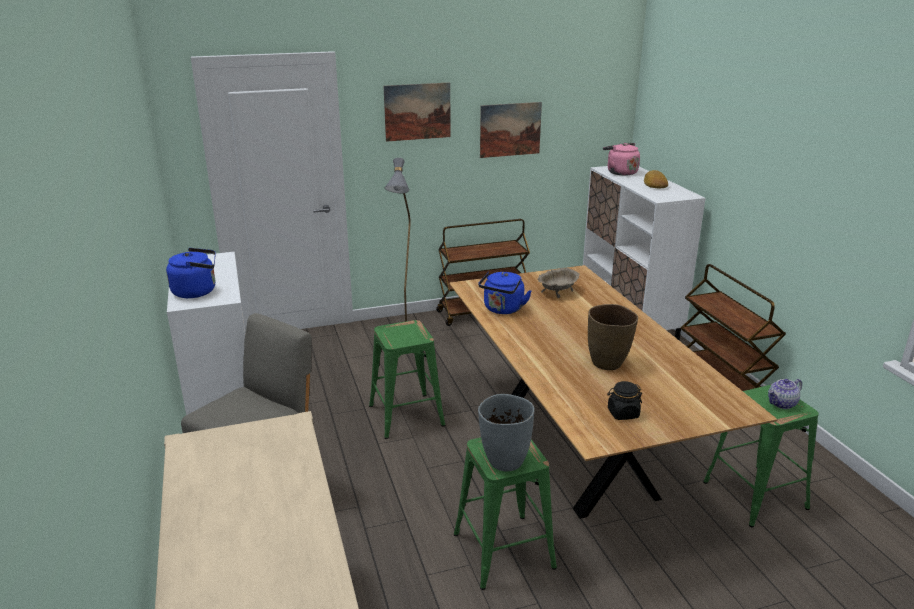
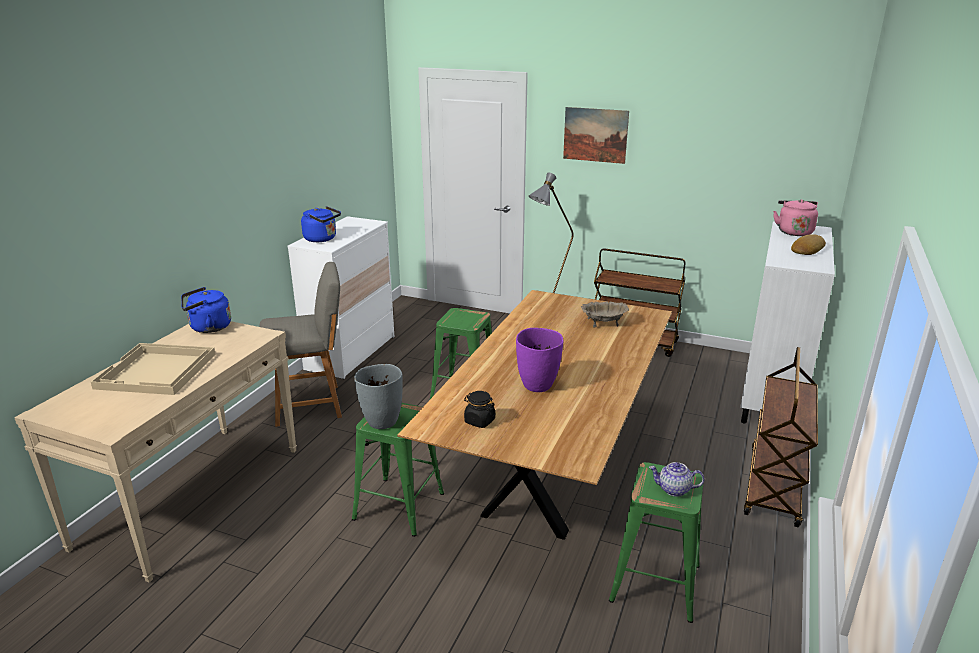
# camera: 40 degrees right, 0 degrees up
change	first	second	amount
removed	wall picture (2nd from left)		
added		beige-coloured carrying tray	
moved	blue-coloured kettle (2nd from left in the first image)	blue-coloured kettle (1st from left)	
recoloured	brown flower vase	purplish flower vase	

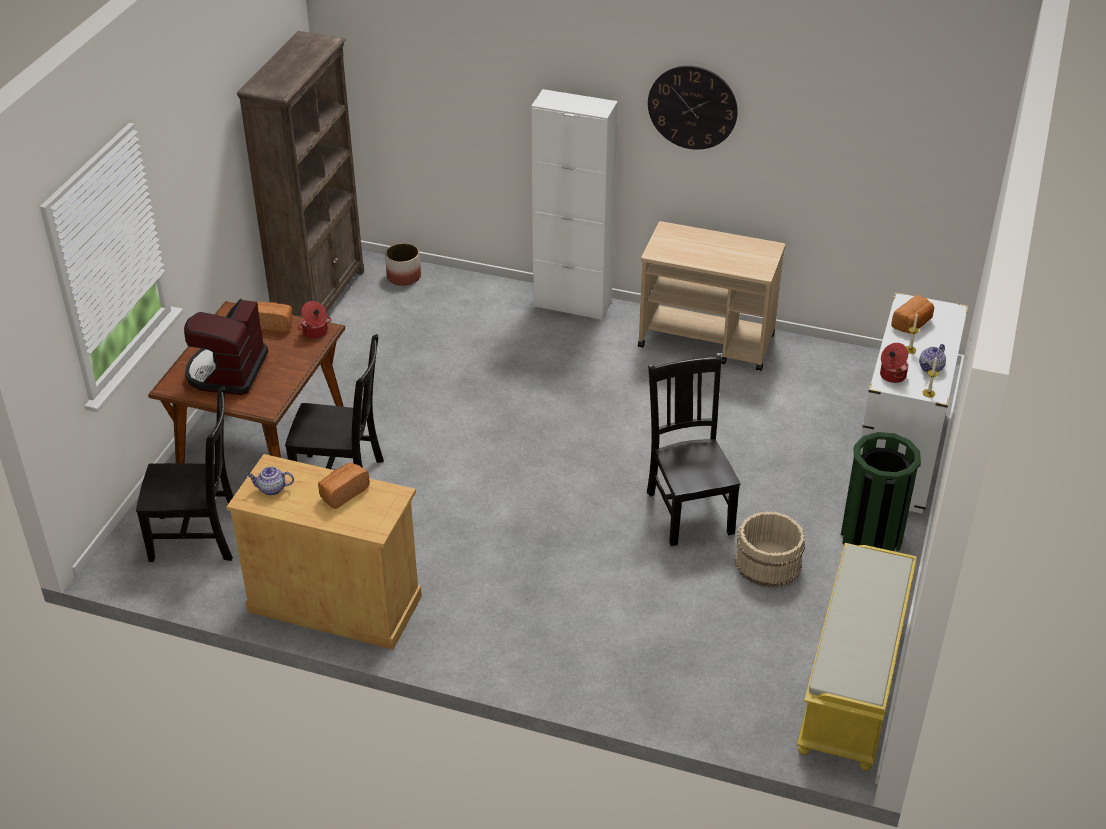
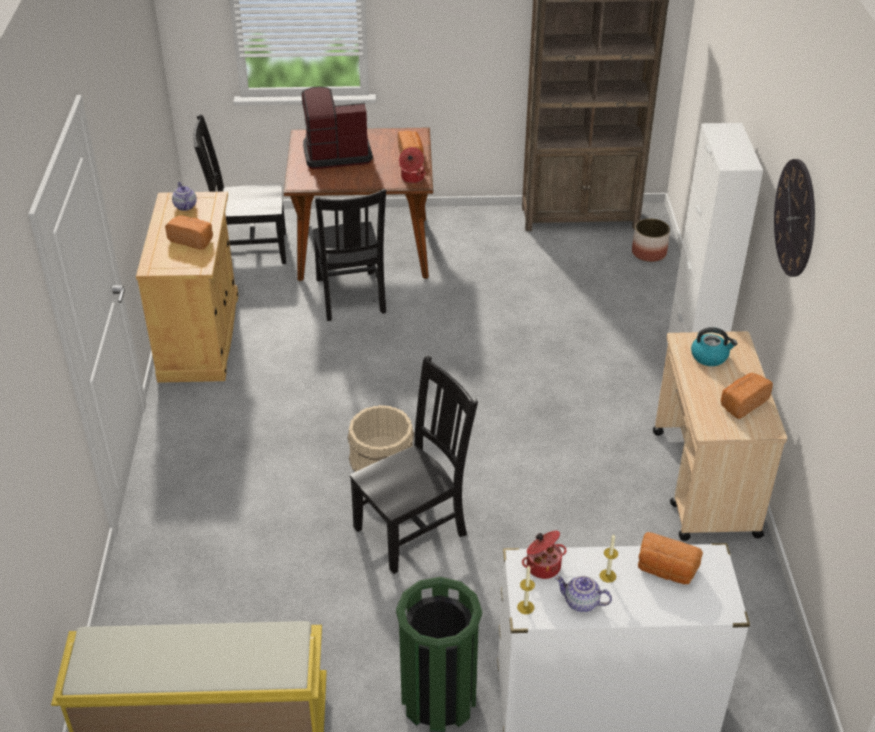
# camera: 70 degrees right, 0 degrees up
change	first	second	amount
added		kettle	
added		bread (4th from left)	
moved	beige-coloured pail		
turned	blackish chair (1st from left)		105 degrees clockwise

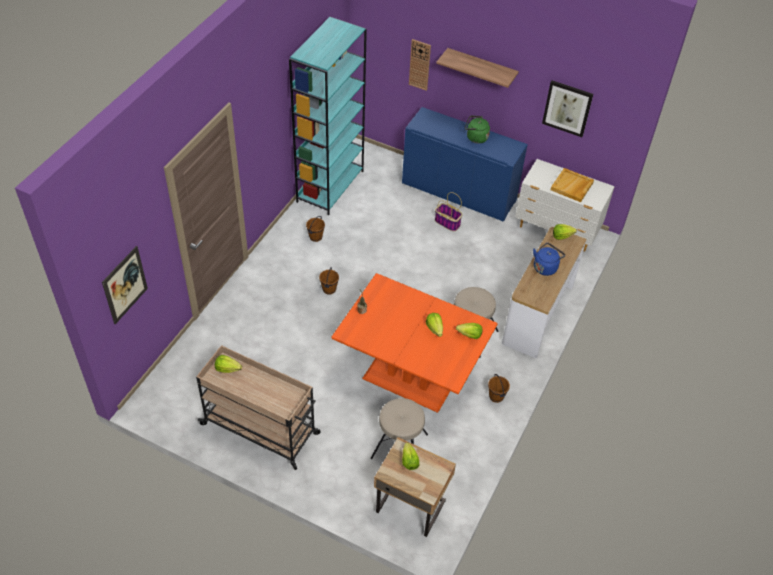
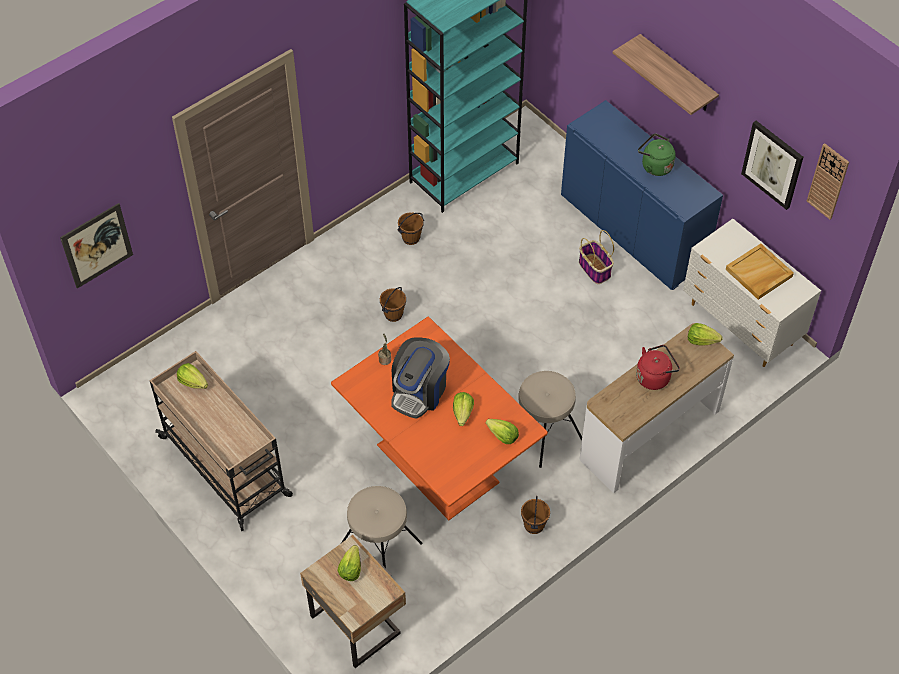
# camera: 25 degrees right, 5 degrees up
change	first	second	amount
added		coffee brewer	
moved	wall clock		
recoloured	blue-coloured kettle	red-coloured kettle	

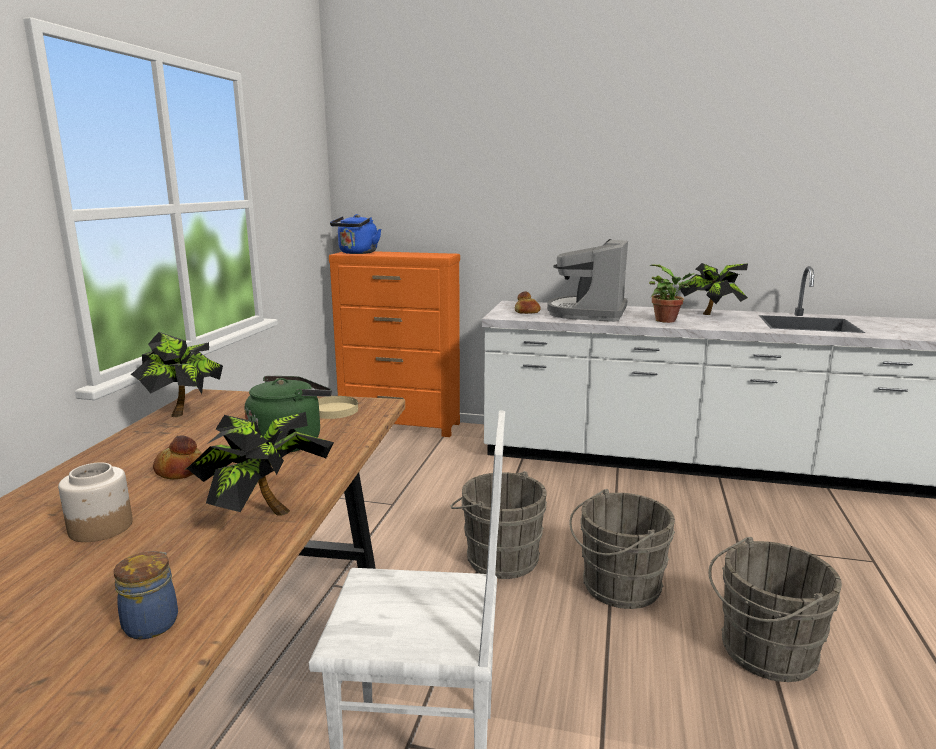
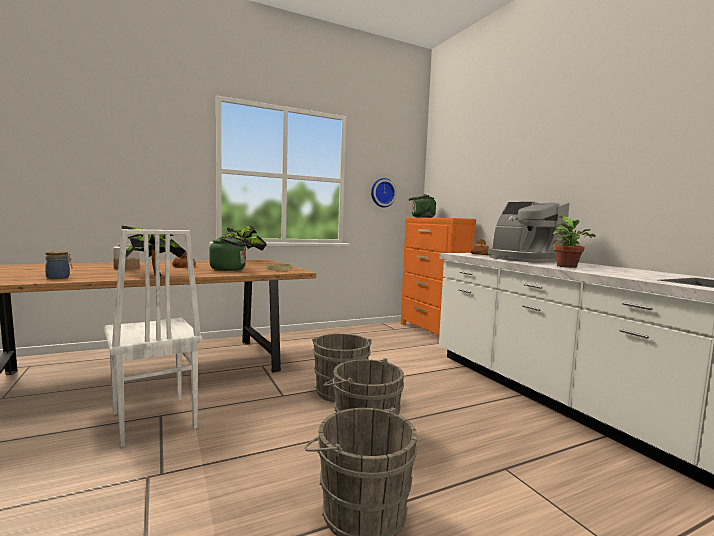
# camera: 50 degrees right, 10 degrees down
change	first	second	amount
removed	potted plant (4th from left)		
added		wall clock	
recoloured	blue-coloured kettle	green kettle (2nd from left)	
turned	coffee brewer		105 degrees counterclockwise

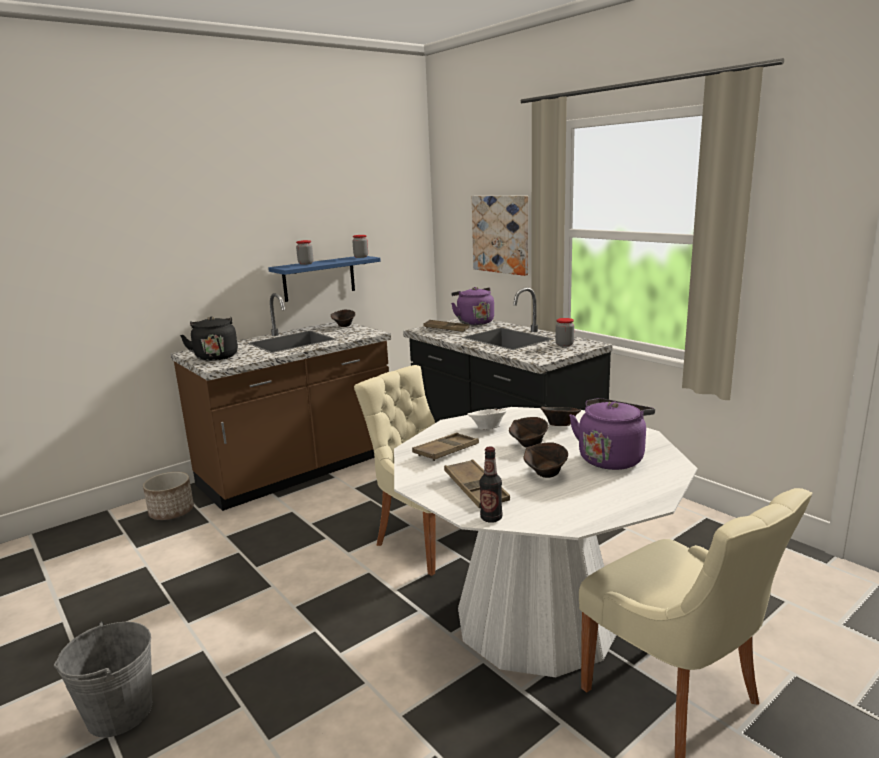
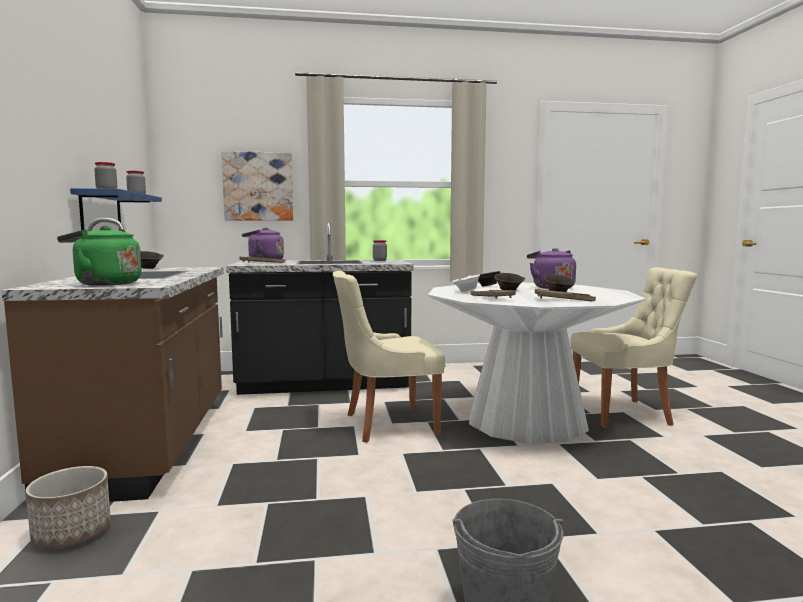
# camera: 60 degrees left, 10 degrees down
change	first	second	amount
removed	beverage bottle		
recoloured	blackish kettle	green kettle	

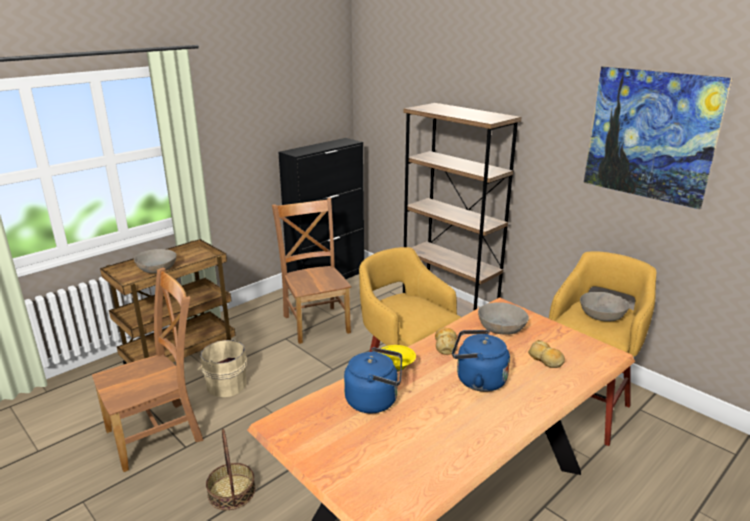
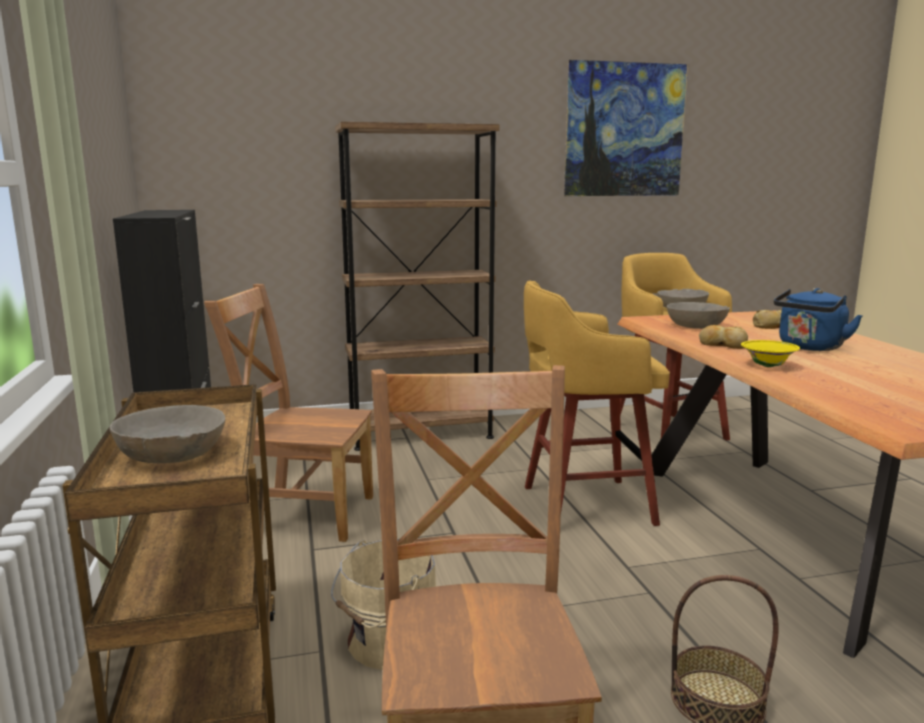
# camera: 60 degrees left, 10 degrees down
change	first	second	amount
removed	blue-coloured kettle (1st from left)		

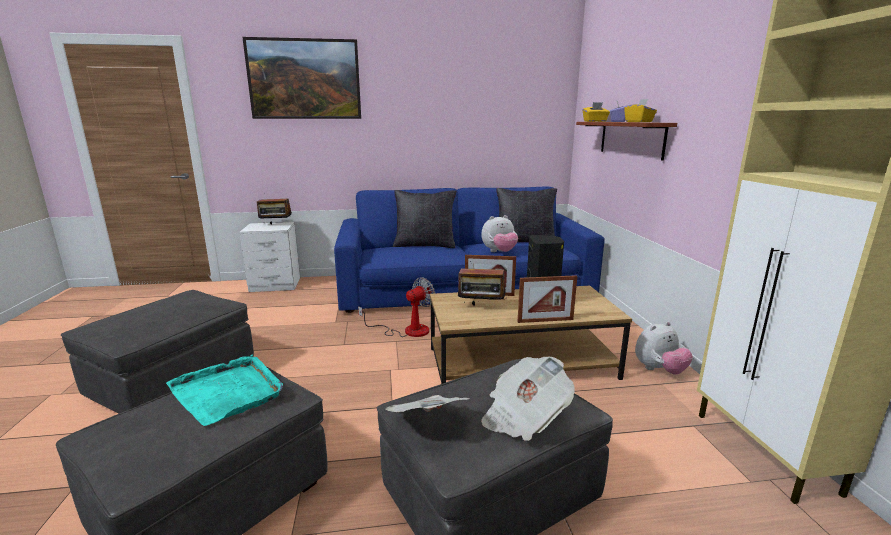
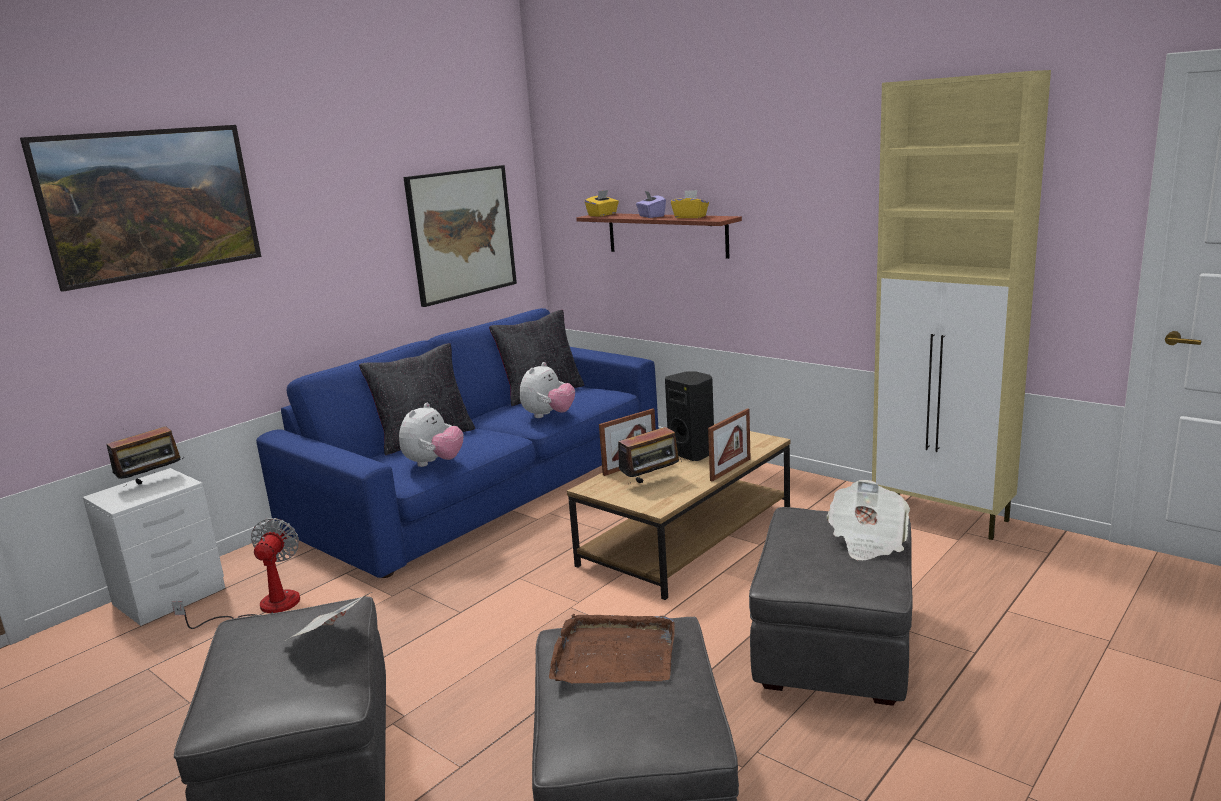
# camera: 40 degrees left, 0 degrees up
change	first	second	amount
added		wall picture (2nd from left)	
moved	cooling fan		
moved	daily paper (1st from left)		
moved	cuddly toy (2nd from left in the first image)	cuddly toy (1st from left)	
recoloured	turquoise-coloured carrying tray	brown carrying tray	

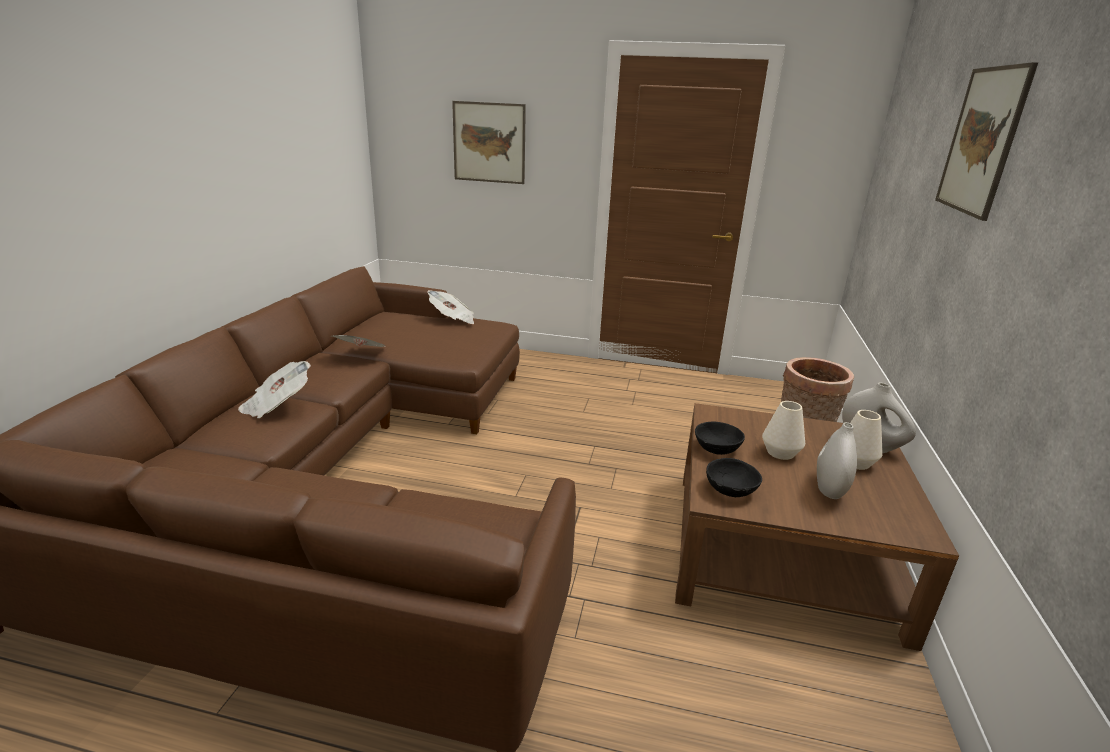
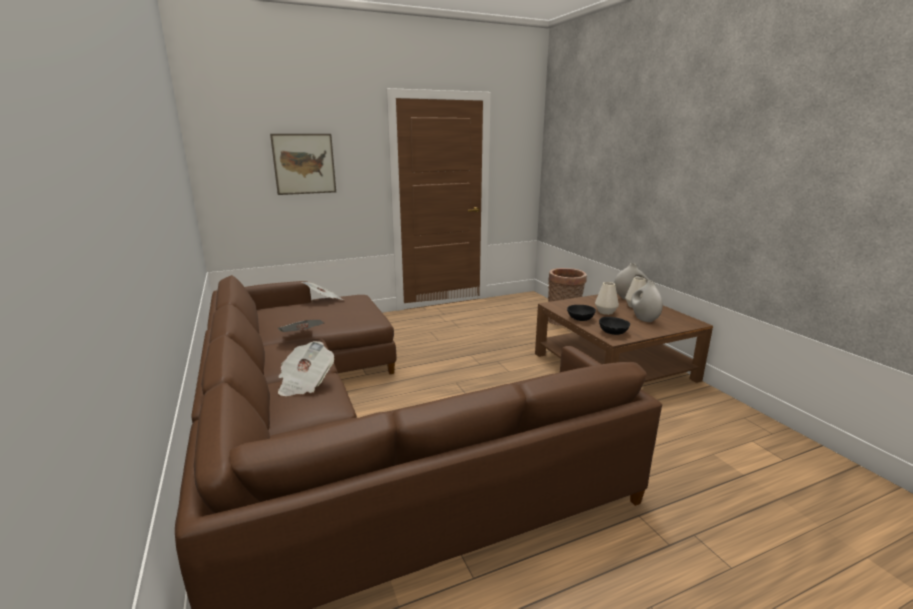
# camera: 35 degrees left, 5 degrees down
change	first	second	amount
removed	wall picture (2nd from left)		

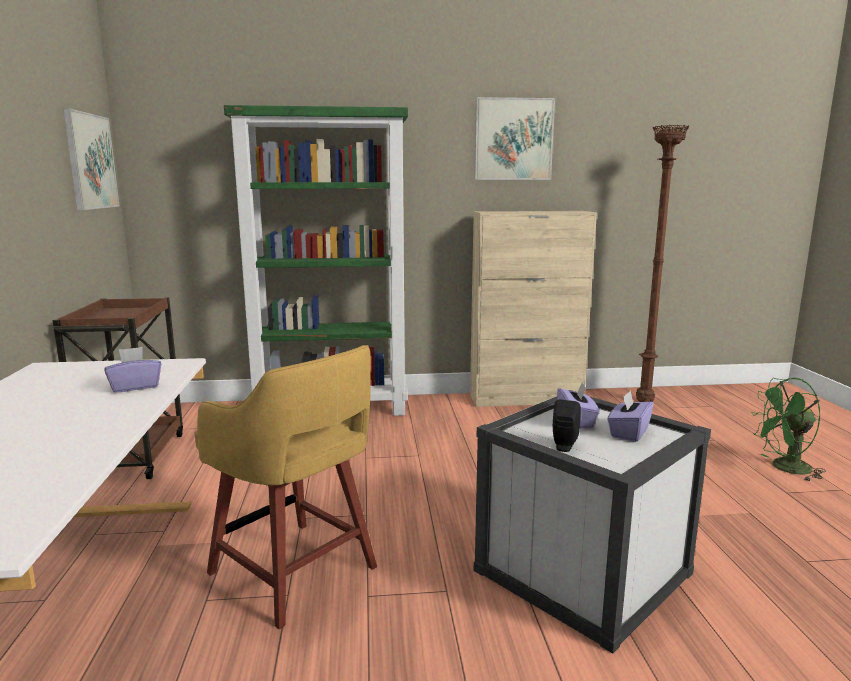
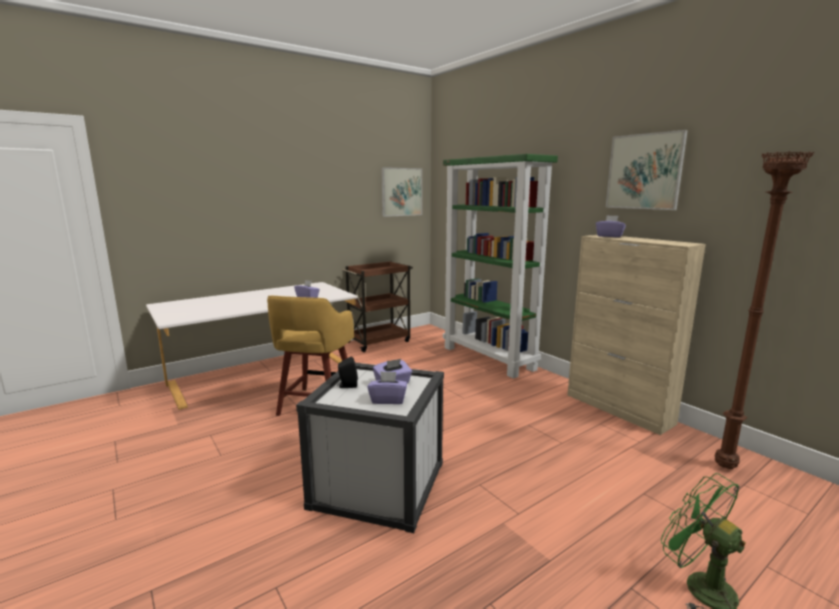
# camera: 60 degrees right, 0 degrees up
change	first	second	amount
added		purplish tissue holder (4th from left)	

